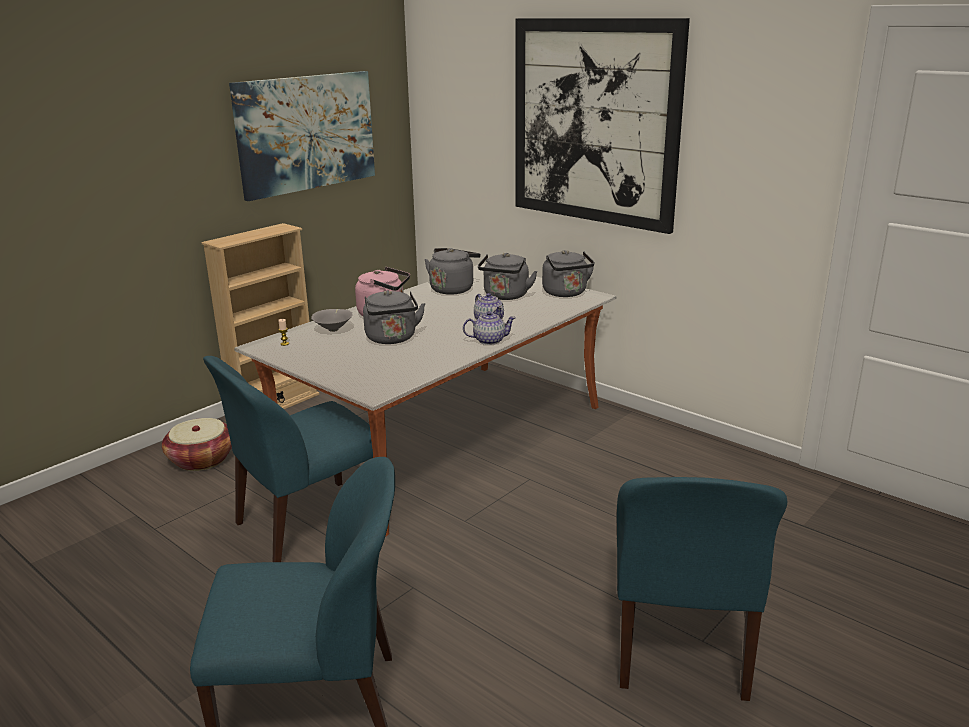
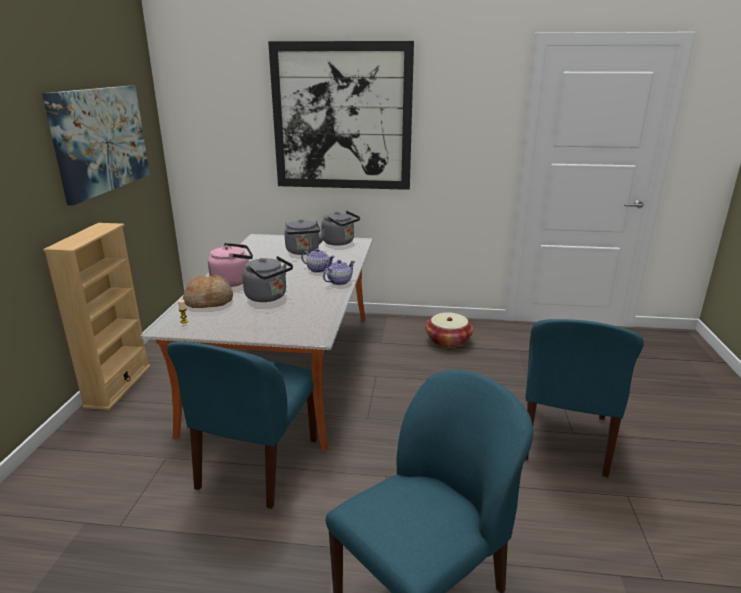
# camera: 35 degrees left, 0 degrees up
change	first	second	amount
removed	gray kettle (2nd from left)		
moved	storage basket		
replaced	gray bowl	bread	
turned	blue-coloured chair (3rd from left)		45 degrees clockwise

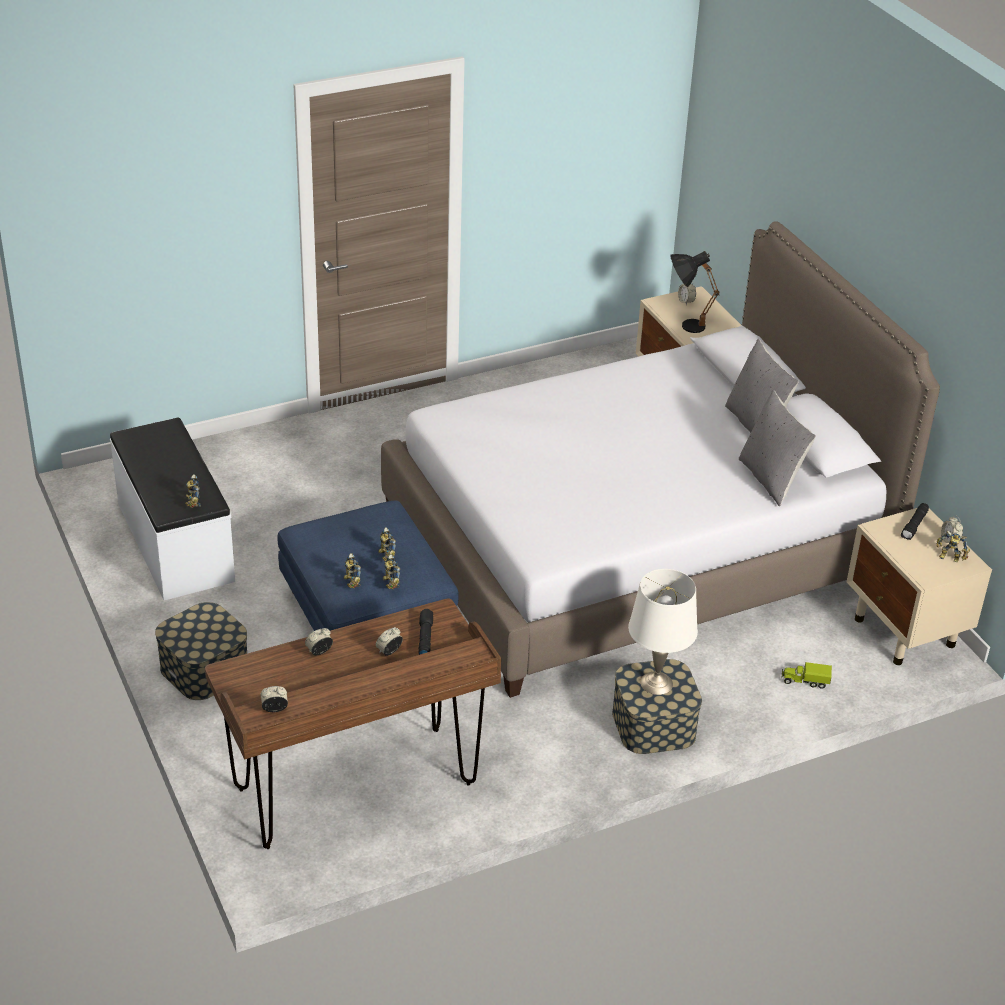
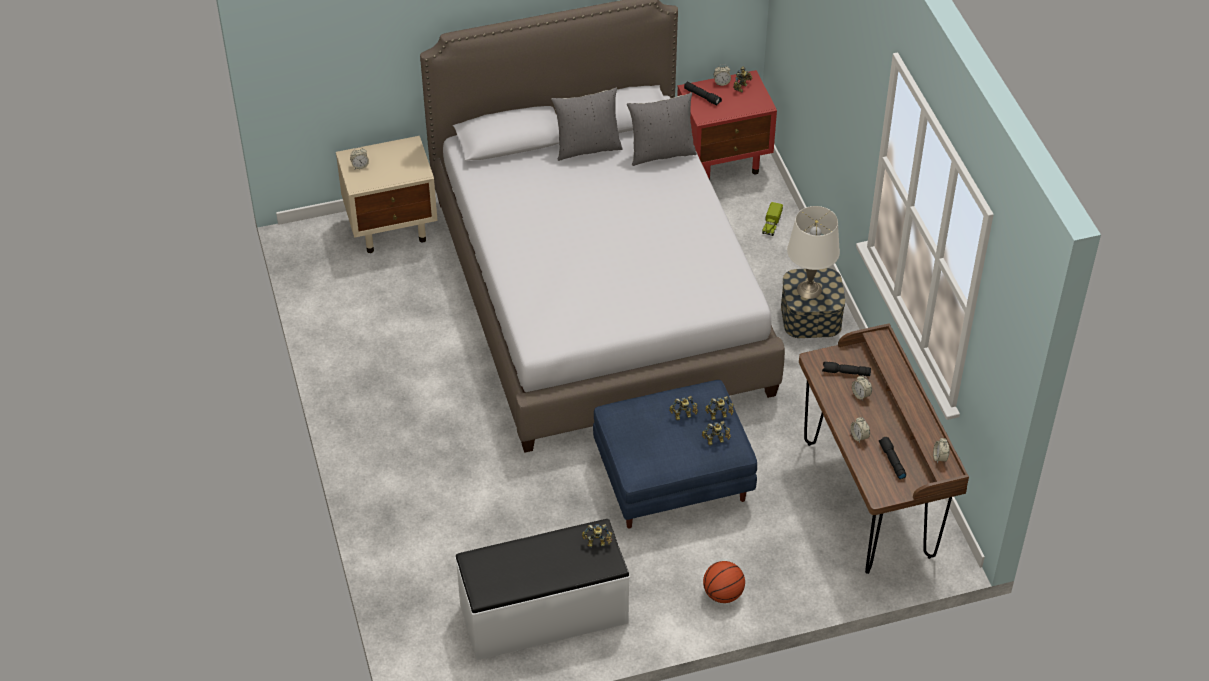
# camera: 80 degrees left, 10 degrees up
change	first	second	amount
removed	blackish tabletop lamp		
added		blackish flashlight (3rd from left)	
replaced	storage bin (1st from left)	ball for basketball	
recoloured	beige-coloured night table (2nd from left)	red-coloured night table	

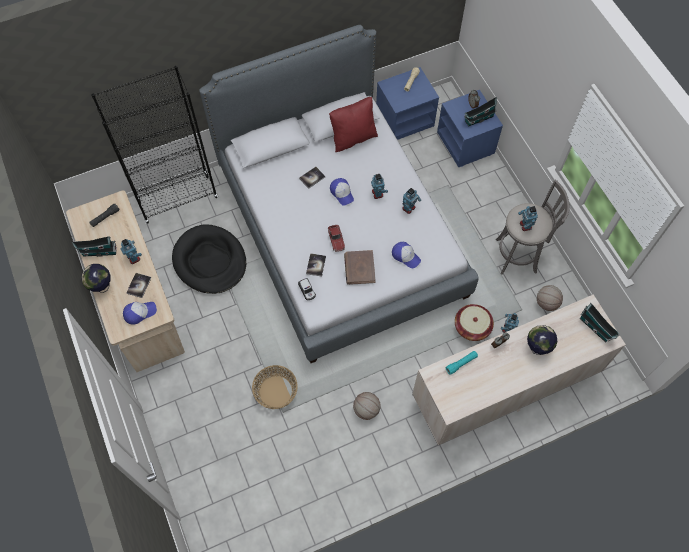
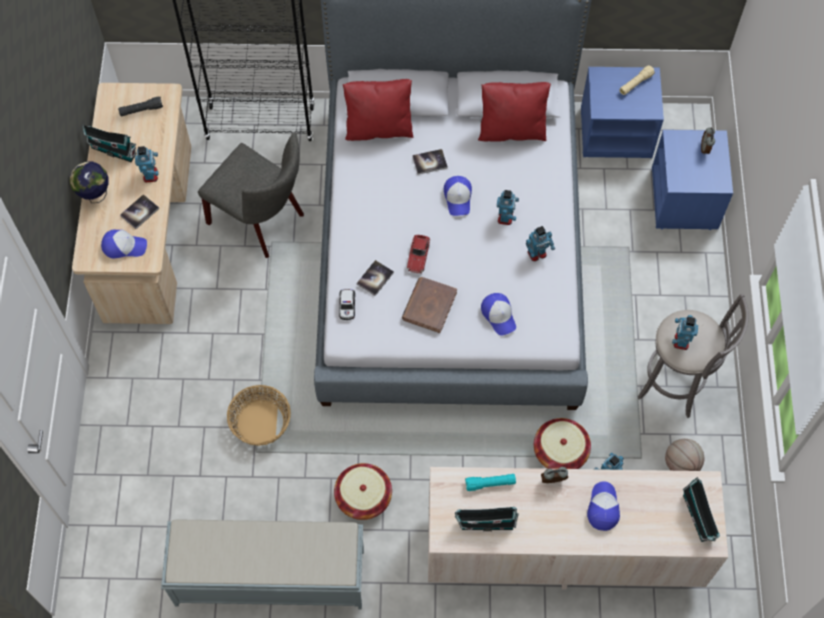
# camera: 25 degrees right, 0 degrees up
change	first	second	amount
added		gray indoor bench	
added		red-coloured pillow (1st from left)	
moved	miniature house (2nd from left)		
replaced	blackish pet bed	gray chair	
replaced	ball for basketball (1st from left)	storage basket (2nd from left)	
replaced	world globe (2nd from left)	peaked cap (4th from left)	

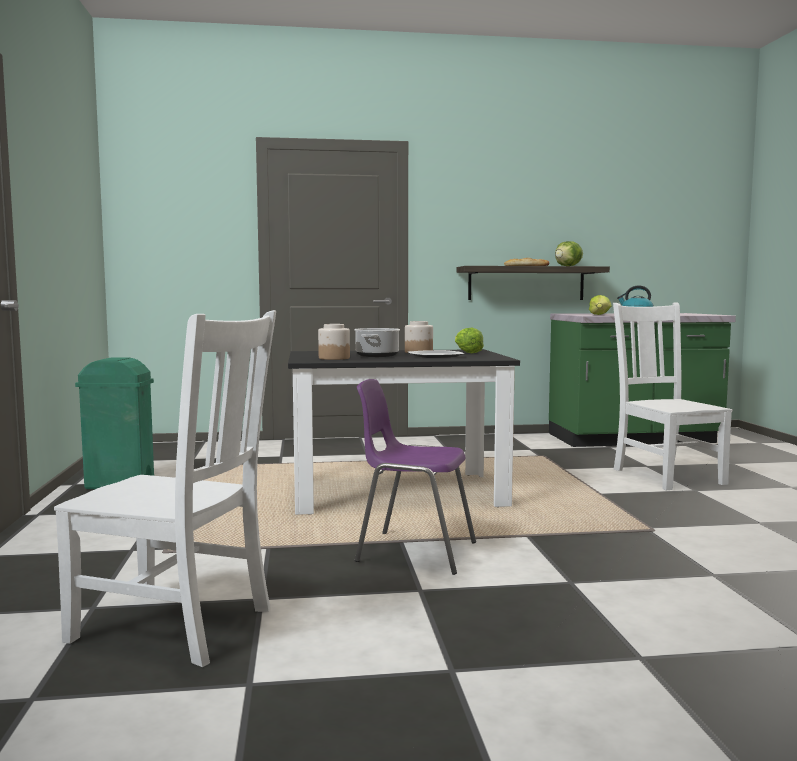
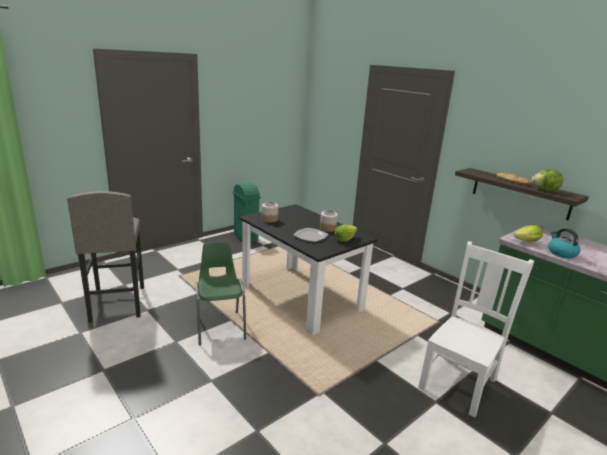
# camera: 55 degrees right, 15 degrees up
change	first	second	amount
removed	saucepot		
replaced	white-coloured chair (1st from left)	gray stool seat	
recoloured	purplish chair	green chair	

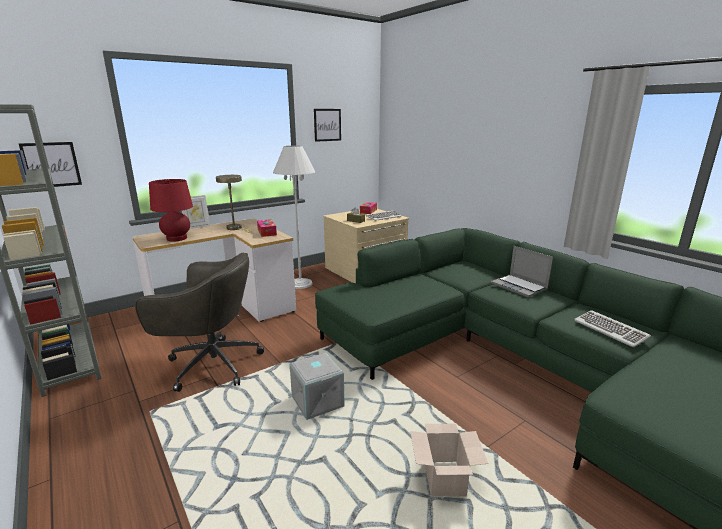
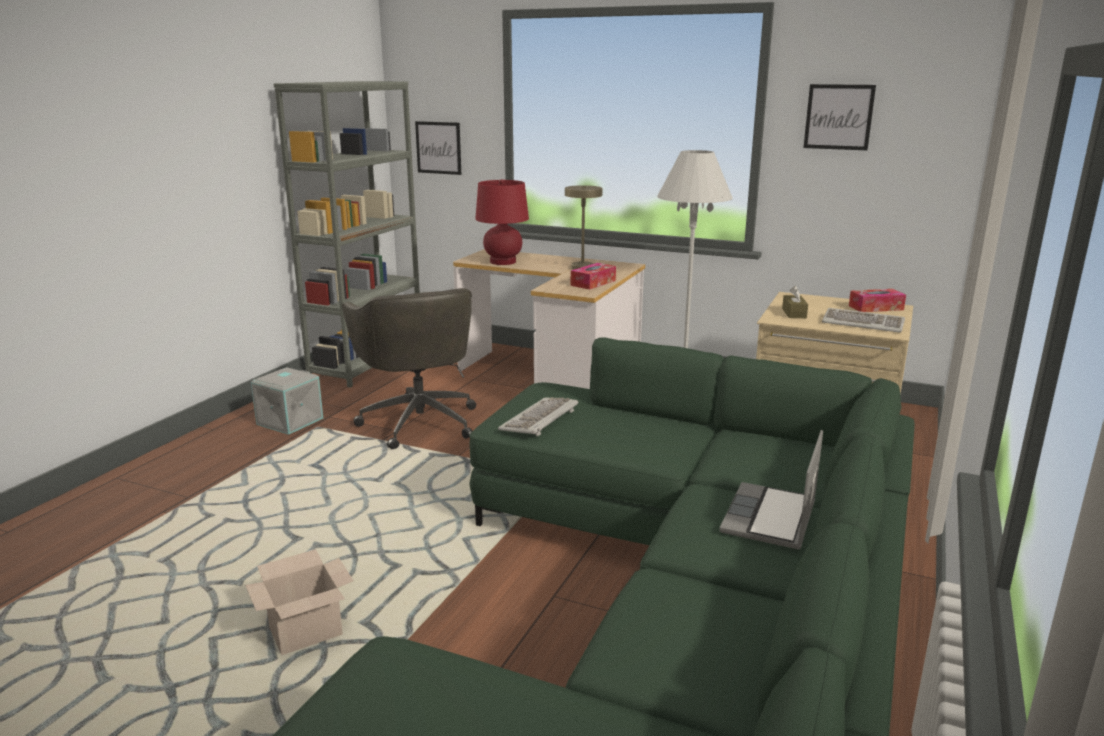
# camera: 60 degrees right, 0 degrees up
change	first	second	amount
removed	picture frame		
moved	gray storage bin		
moved	PC keyboard (2nd from left in the first image)	PC keyboard (1st from left)	

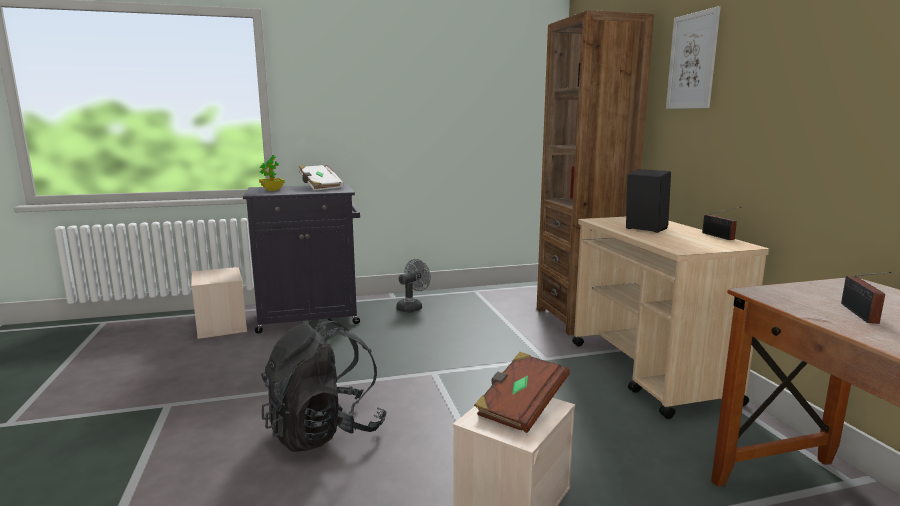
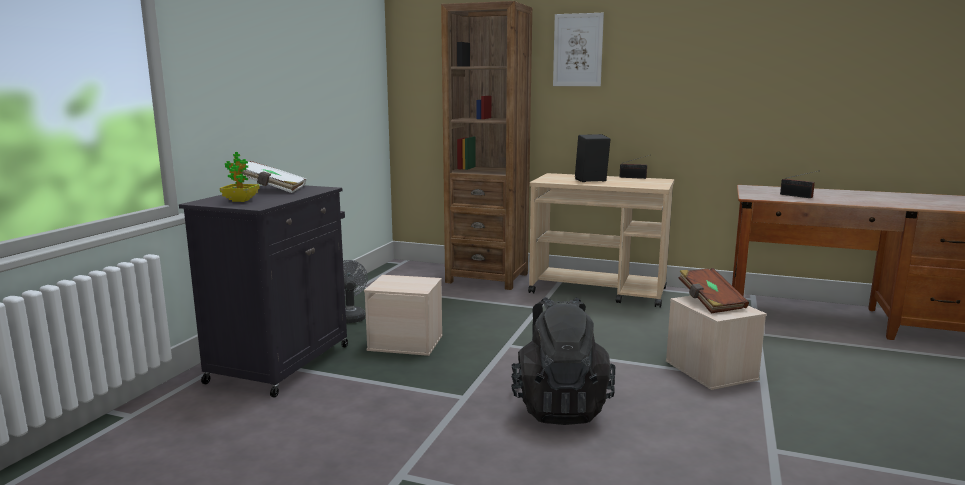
# camera: 55 degrees left, 0 degrees up
change	first	second	amount
moved	beige-coloured storage bin (1st from left)		

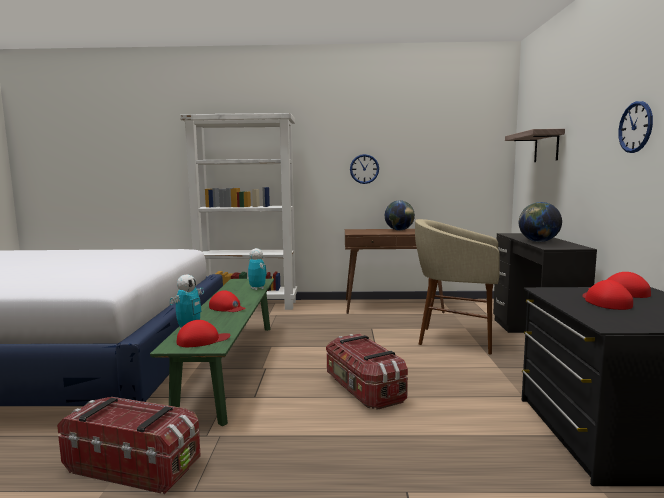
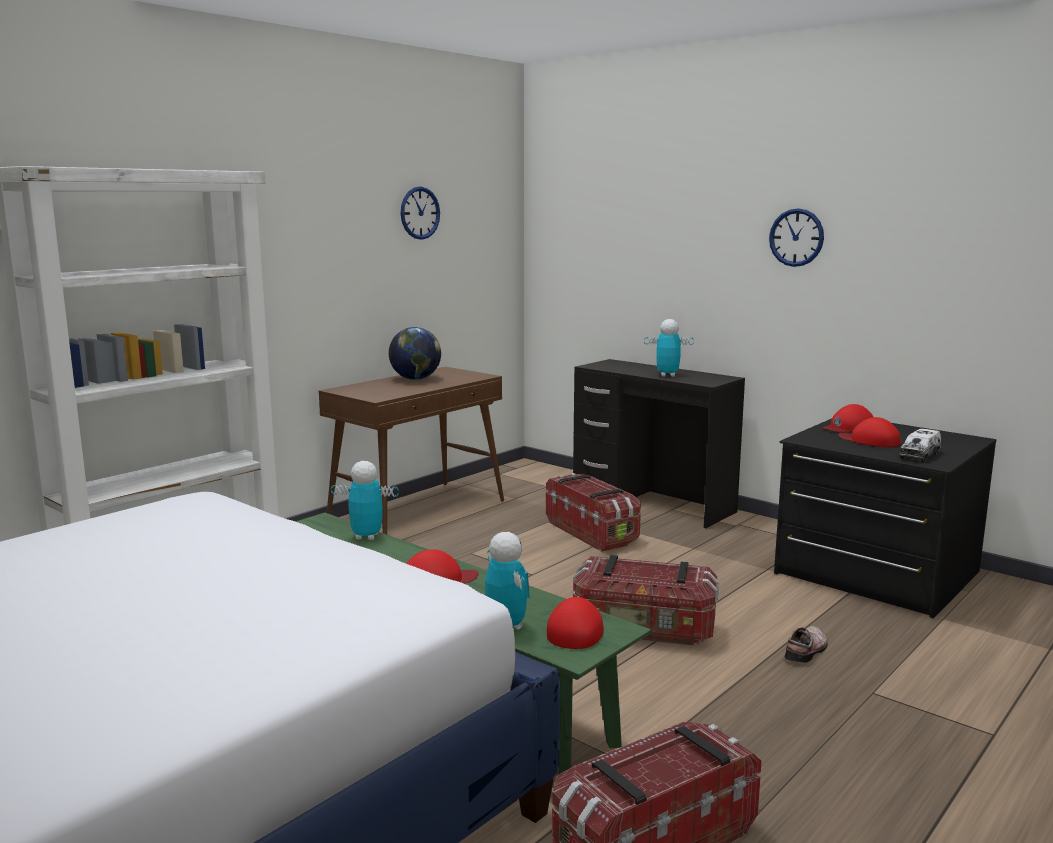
# camera: 50 degrees left, 5 degrees up
change	first	second	amount
removed	shelf		
added		low shoe	
added		toy truck	
moved	wall clock (1st from left)		
replaced	beige-coloured stool seat	storage bin (1st from left)	
replaced	world globe (2nd from left)	toy robot (3rd from left)	

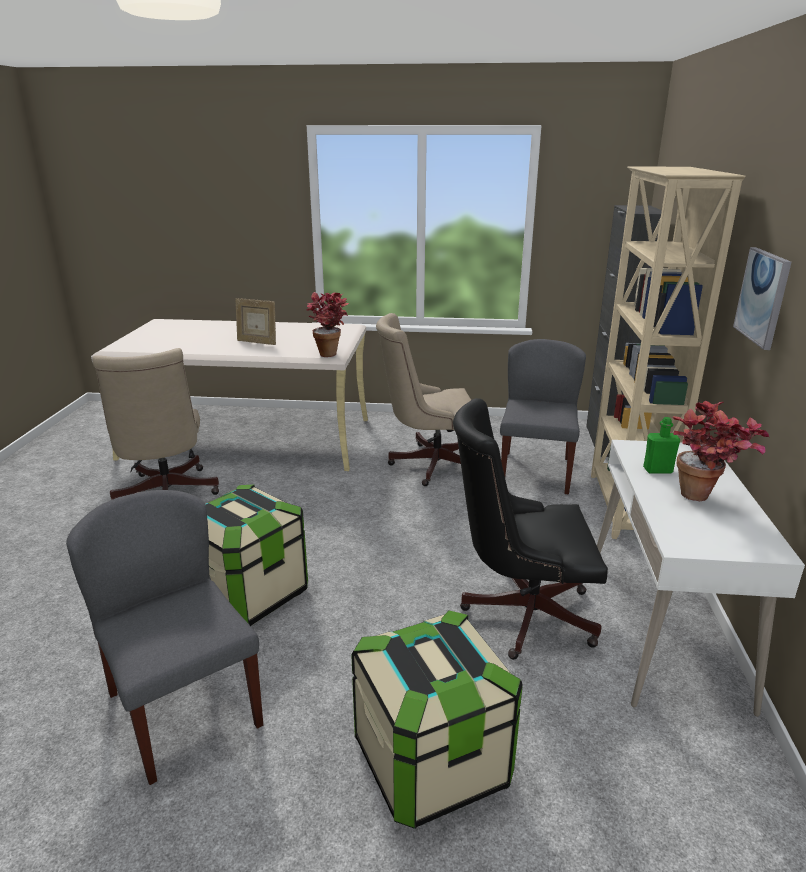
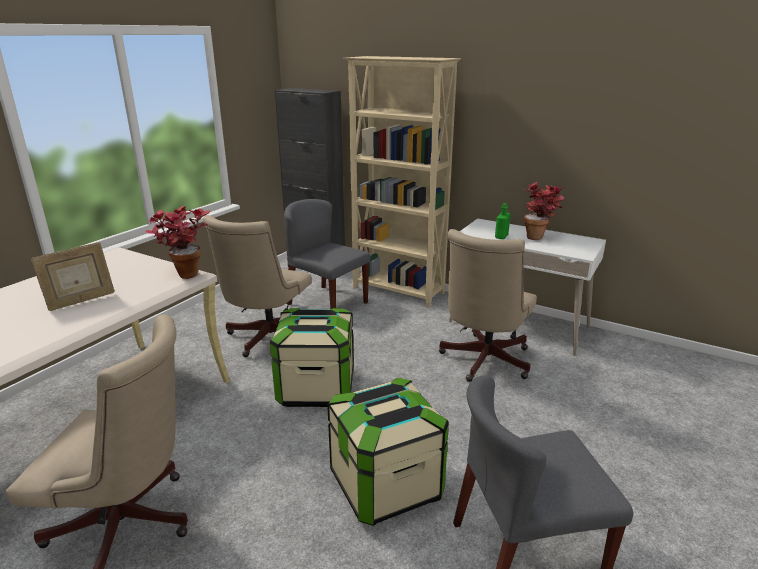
# camera: 65 degrees left, 0 degrees up
change	first	second	amount
removed	wall picture		
moved	storage bin (2nd from left in the first image)	storage bin (1st from left)	
recoloured	blackish desk chair	beige-coloured desk chair (3rd from left)	

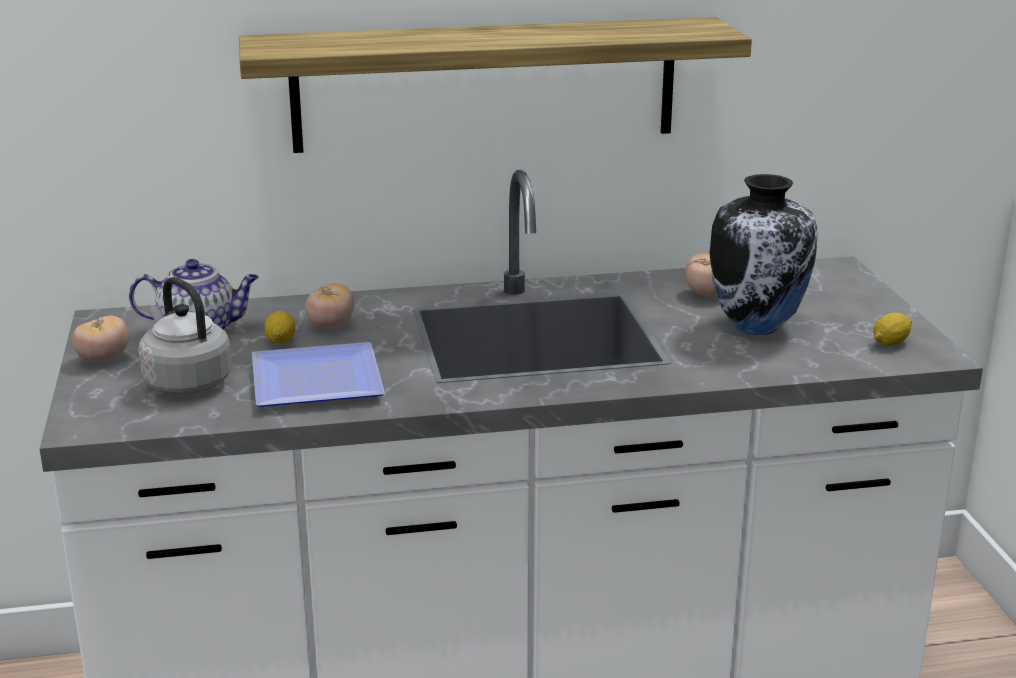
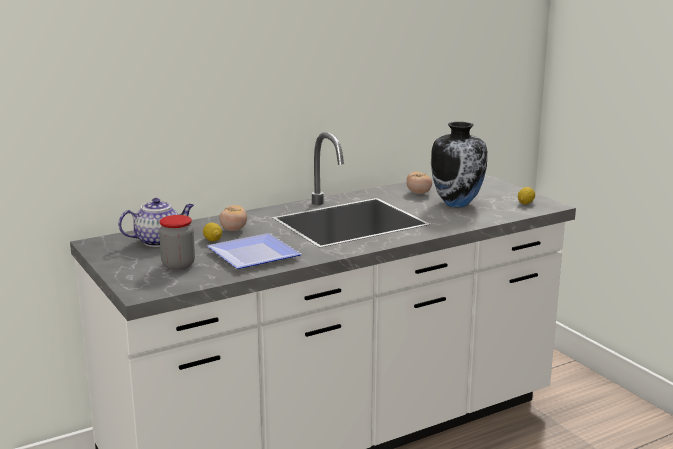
# camera: 20 degrees left, 5 degrees down
change	first	second	amount
removed	tomato (1st from left)		
removed	shelf		
replaced	gray kettle	preserve jar	

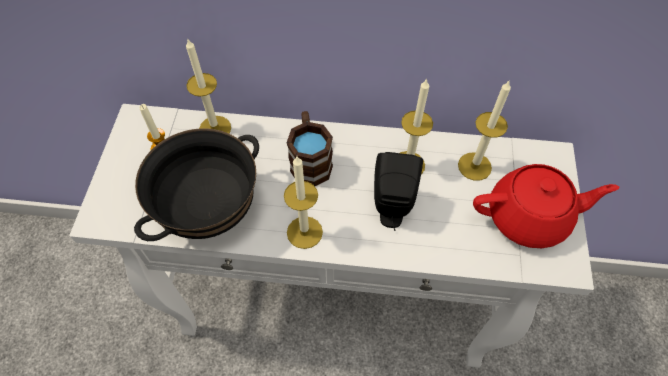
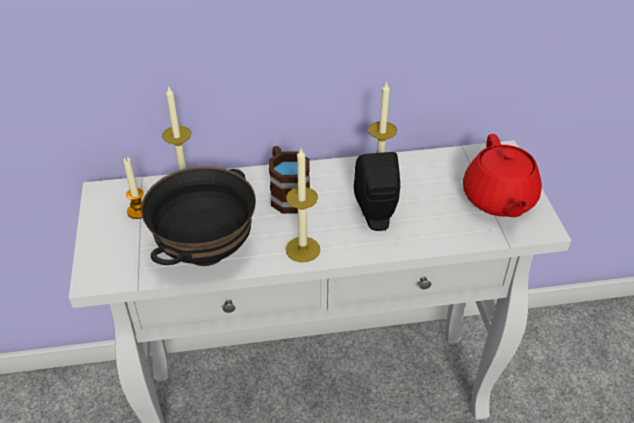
# camera: 15 degrees left, 15 degrees down
change	first	second	amount
removed	wax light (5th from left)		
turned	red-coloured pot for tea		105 degrees clockwise

